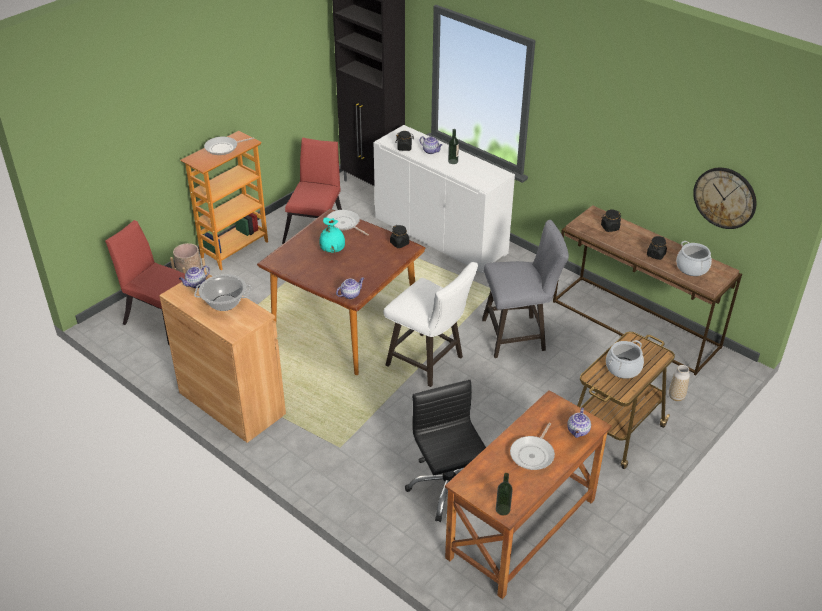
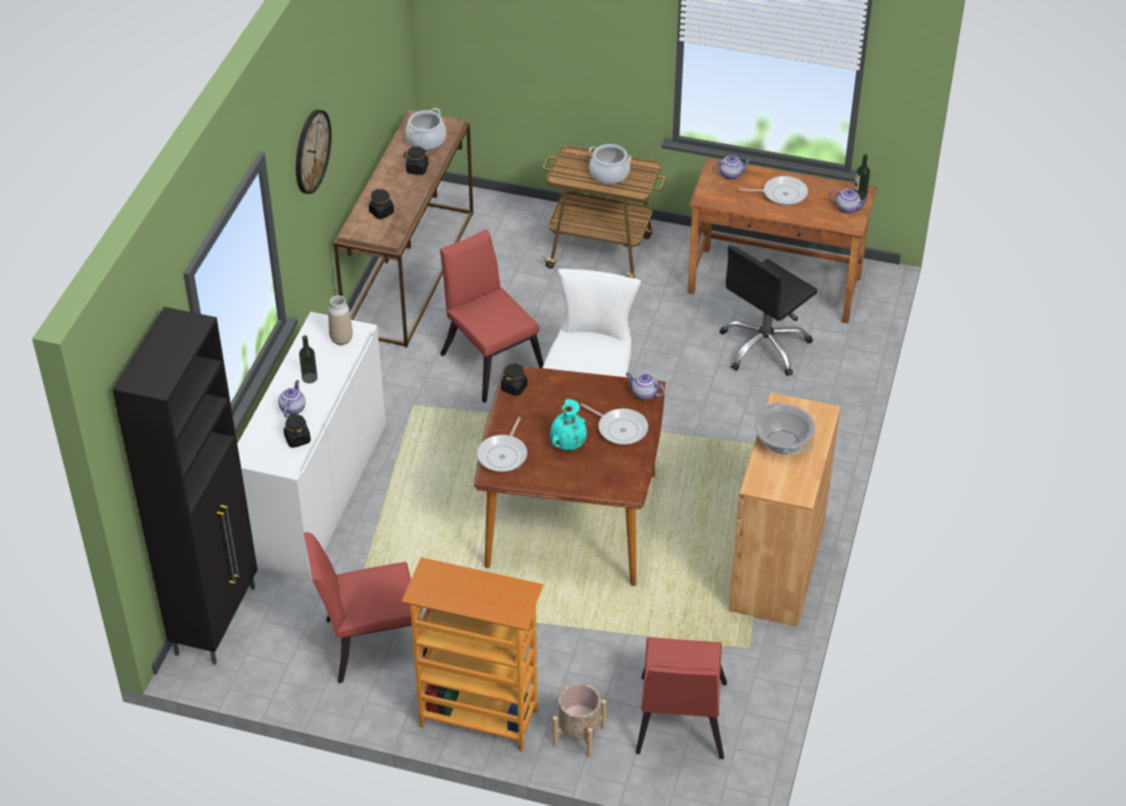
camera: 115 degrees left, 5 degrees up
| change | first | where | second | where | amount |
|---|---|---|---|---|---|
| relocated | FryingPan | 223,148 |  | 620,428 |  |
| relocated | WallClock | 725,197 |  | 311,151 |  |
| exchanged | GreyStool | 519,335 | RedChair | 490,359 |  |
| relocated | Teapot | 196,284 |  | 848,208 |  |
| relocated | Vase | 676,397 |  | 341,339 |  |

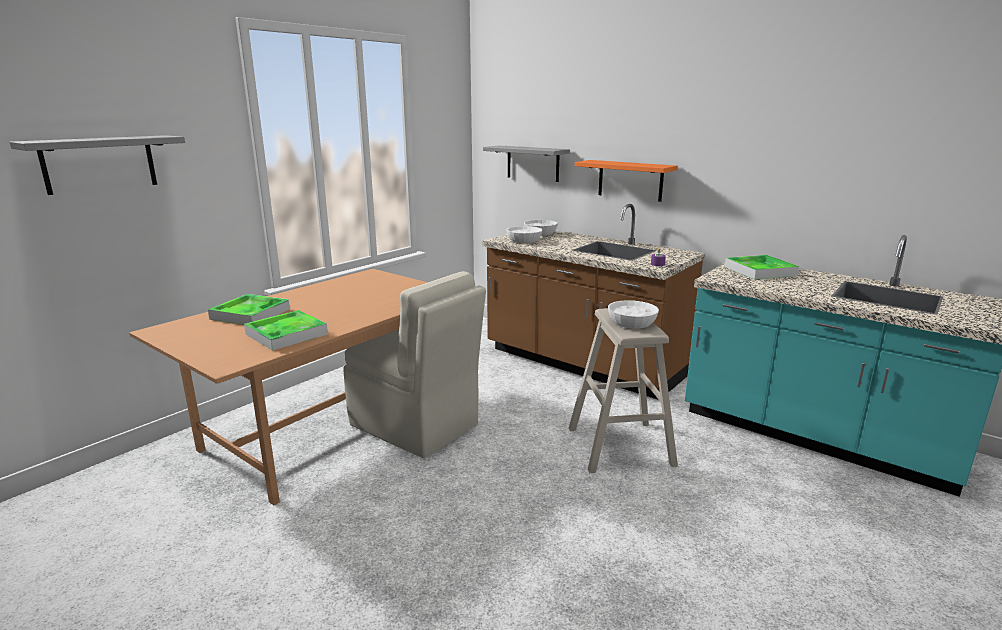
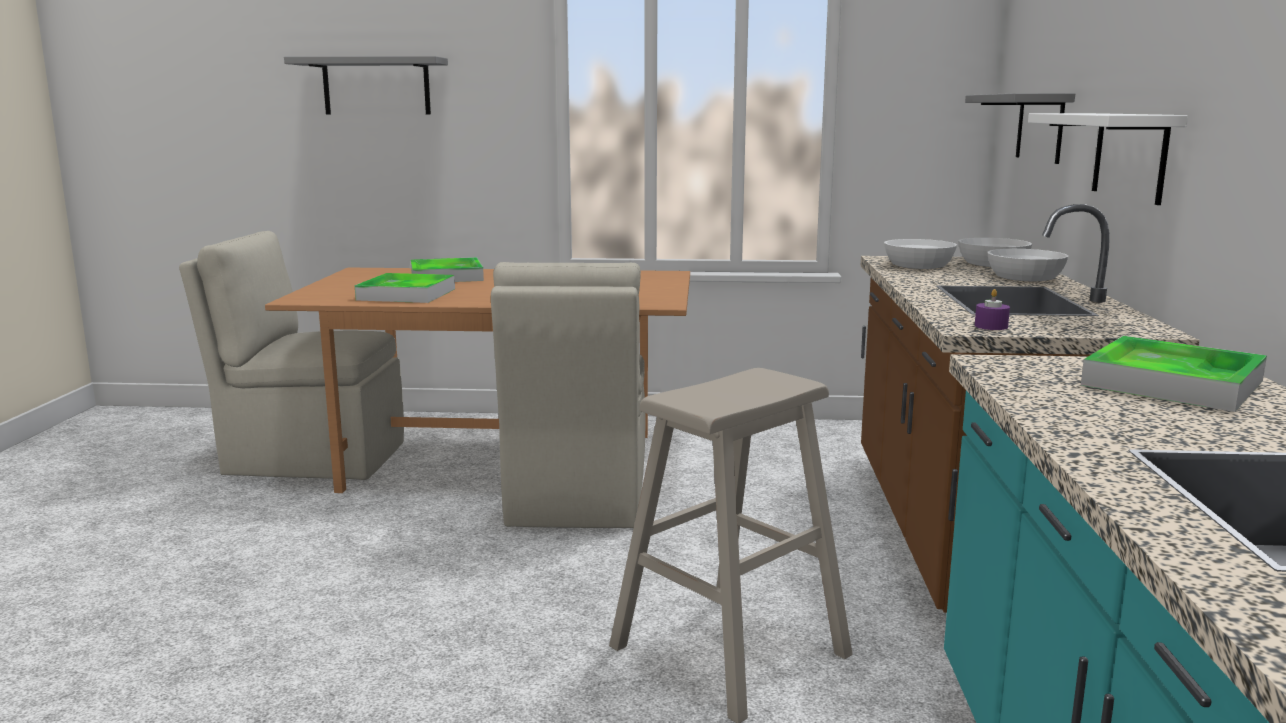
camera: 55 degrees right, 5 degrees down
| change | first | where | second | where | amount |
|---|---|---|---|---|---|
| colour | OrangeShelf | 630,180 | WhiteShelf | 1130,156 |  |
| relocated | WhiteBowl | 631,322 |  | 1025,277 |  |
| appeared |  |  | BeigeChair | 311,458 |  |

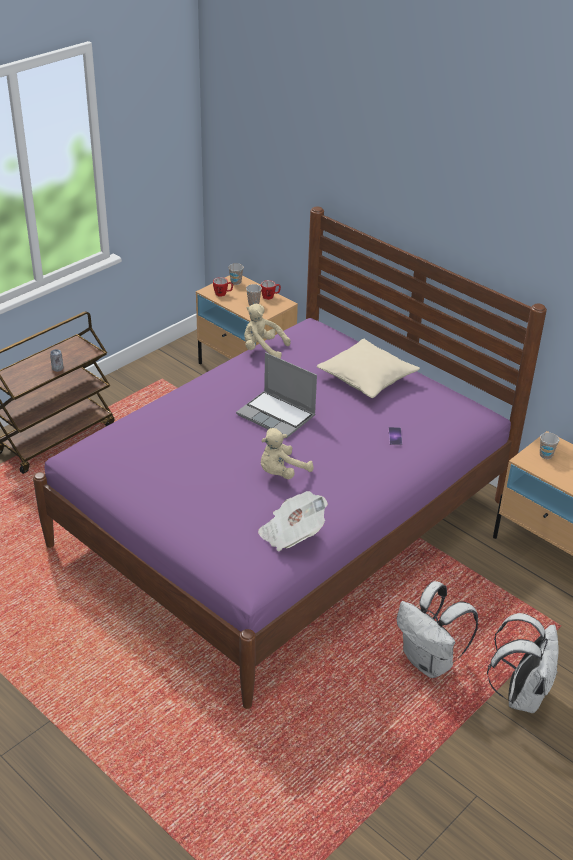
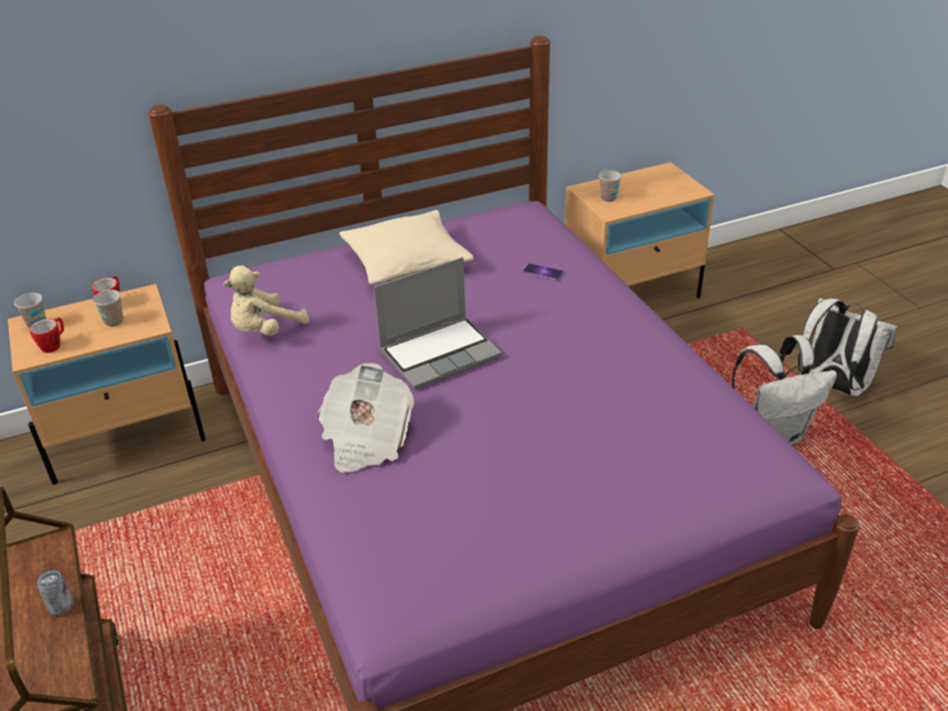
camera: 65 degrees left, 0 degrees up
| change | first | where | second | where | amount |
|---|---|---|---|---|---|
| missing | BeigePlushToy | 281,473 |  |  |  |
| relocated | Newspaper | 292,534 |  | 366,439 |  |

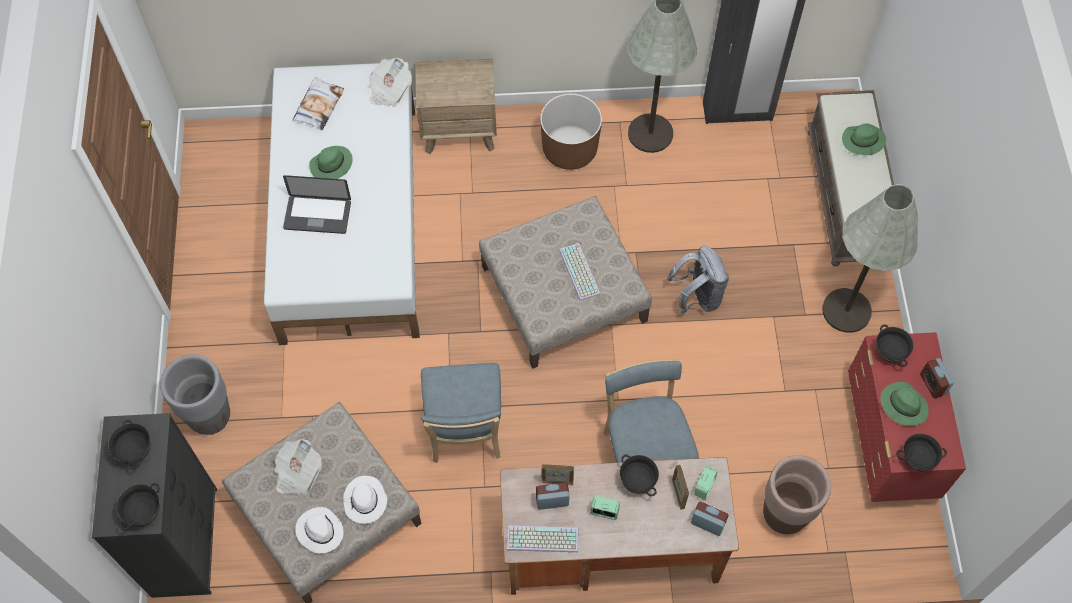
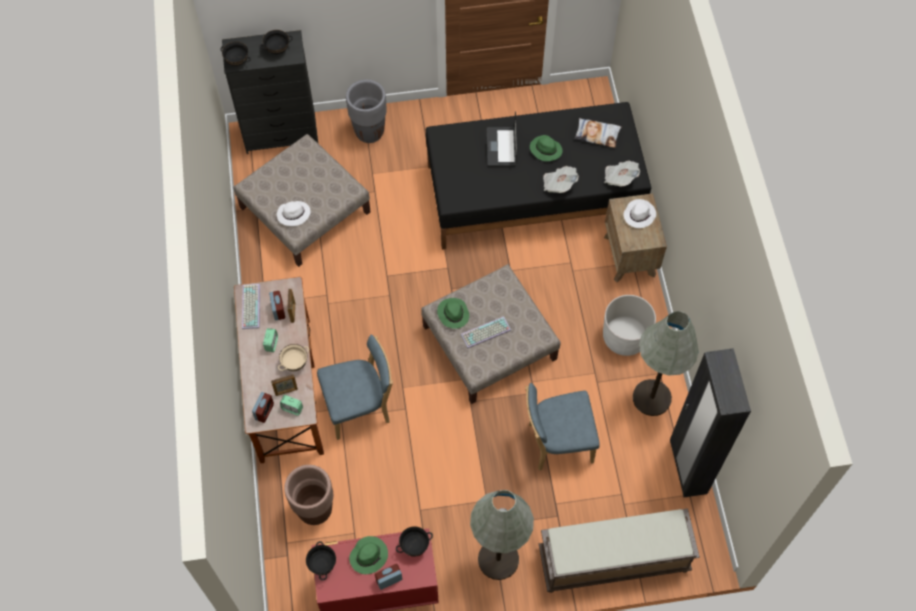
camera: 85 degrees right, 0 degrees up
| change | first | where | second | where | amount |
|---|---|---|---|---|---|
| colour | WhiteBed | 351,221 | BlackBed | 534,193 |  |
| colour | BrownPlanter | 569,149 | WhitePlanter | 625,337 |  |
| relocated | GreenHat | 862,141 |  | 453,314 |  |
| missing | GreyBackpack | 697,297 |  |  |  |
| relocated | BlueChair | 465,432 |  | 557,443 |  |
| relocated | Newspaper | 297,473 |  | 558,184 |  |
| colour | BlackBowl | 638,481 | BeigeBowl | 295,364 |  |
| relocated | WhiteHat | 319,531 |  | 639,214 |  |

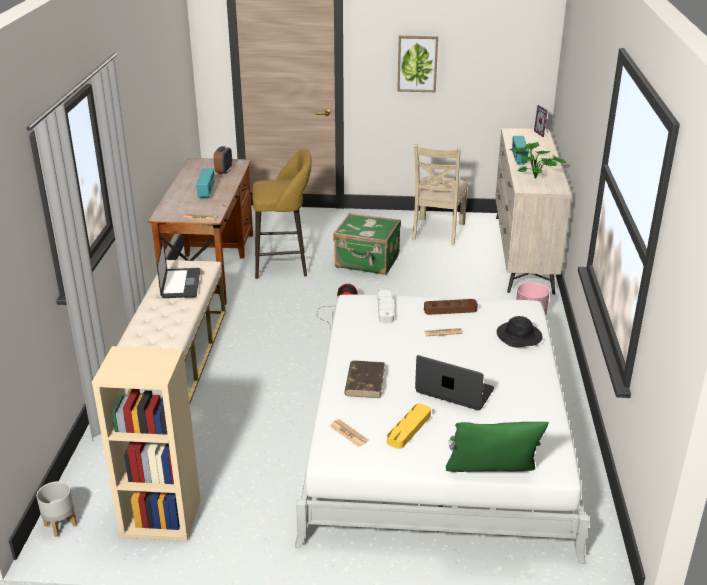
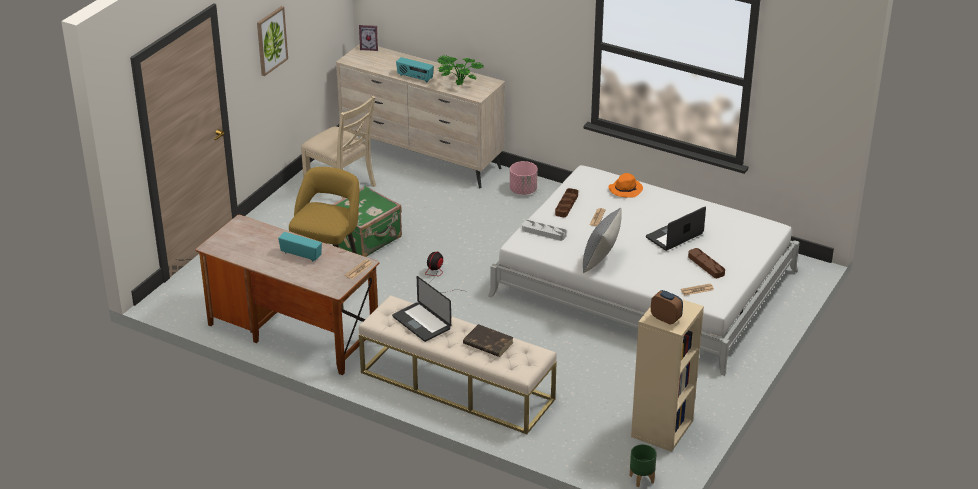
camera: 65 degrees left, 5 degrees up
| change | first | where | second | where | amount |
|---|---|---|---|---|---|
| relocated | AlarmClock | 224,171 |  | 666,319 |  |
| spun | Laptop | 181,284 |  | 421,323 | 150 degrees counterclockwise |
| colour | BlackHat | 519,337 | OrangeHat | 625,189 |  |
| relocated | BrownBook | 365,381 |  | 487,343 |  |
| colour | YellowTray | 409,428 | BrownTray | 706,265 |  |
| missing | GreenPillow | 491,480 |  |  |  |
| colour | GreyPlanter | 60,525 | GreenPlanter | 642,479 |  |
| appeared |  |  | GreyPillow | 601,261 |  |

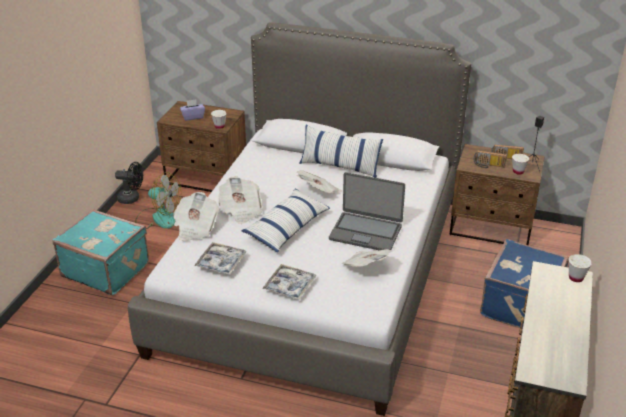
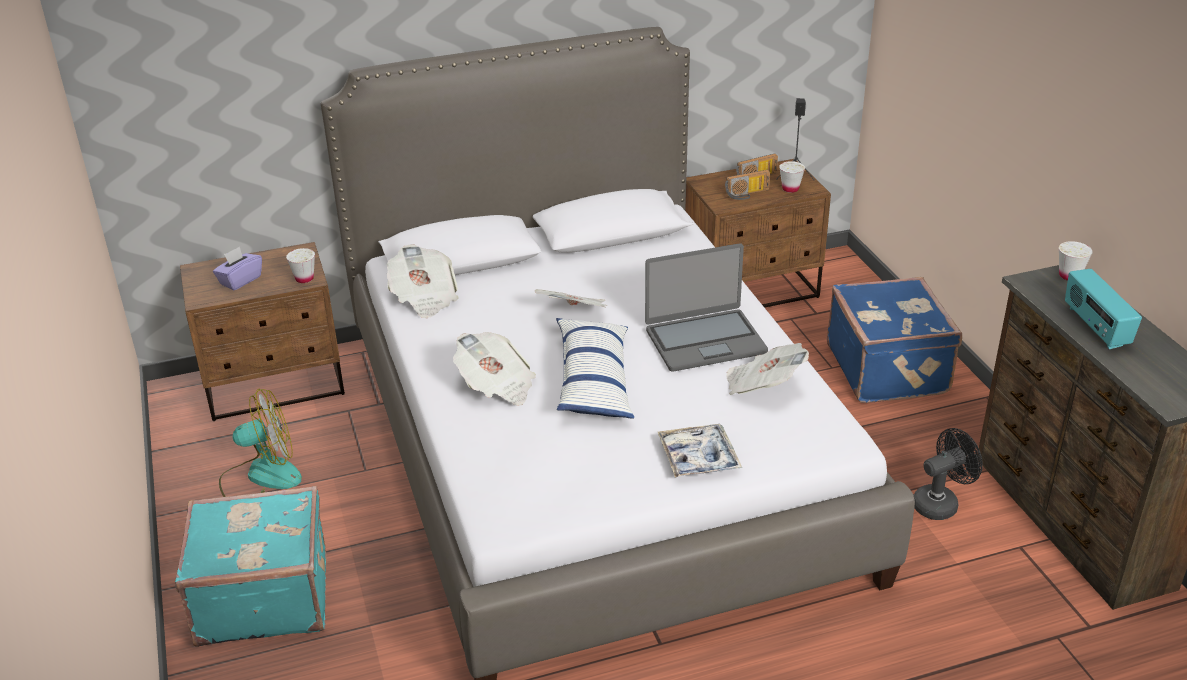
camera: 35 degrees left, 0 degrees up
| change | first | where | second | where | amount |
|---|---|---|---|---|---|
| missing | Pillow | 340,166 |  |  |  |
| relocated | BlackFan | 132,198 |  | 940,503 |  |
| relocated | Newspaper | 195,228 |  | 424,298 |  |
| missing | Tray | 221,263 |  |  |  |
| appeared |  |  | Radio | 1095,327 |  |

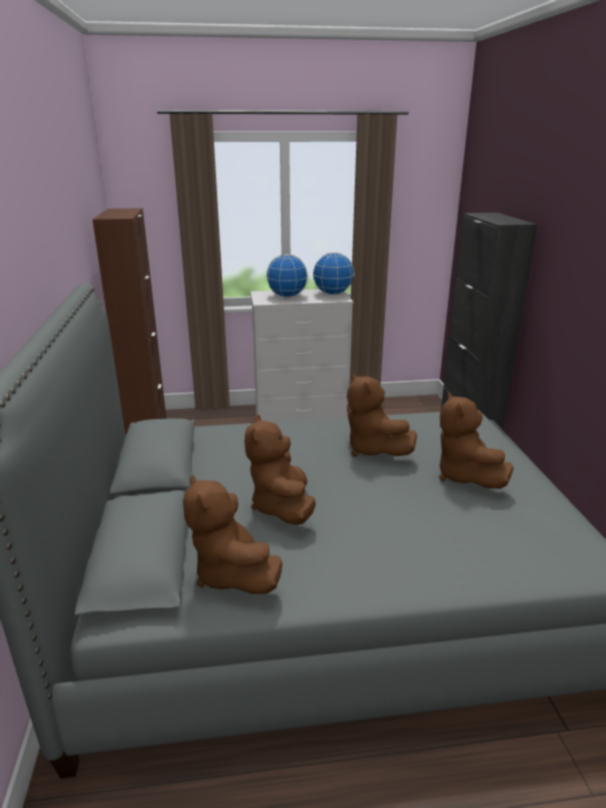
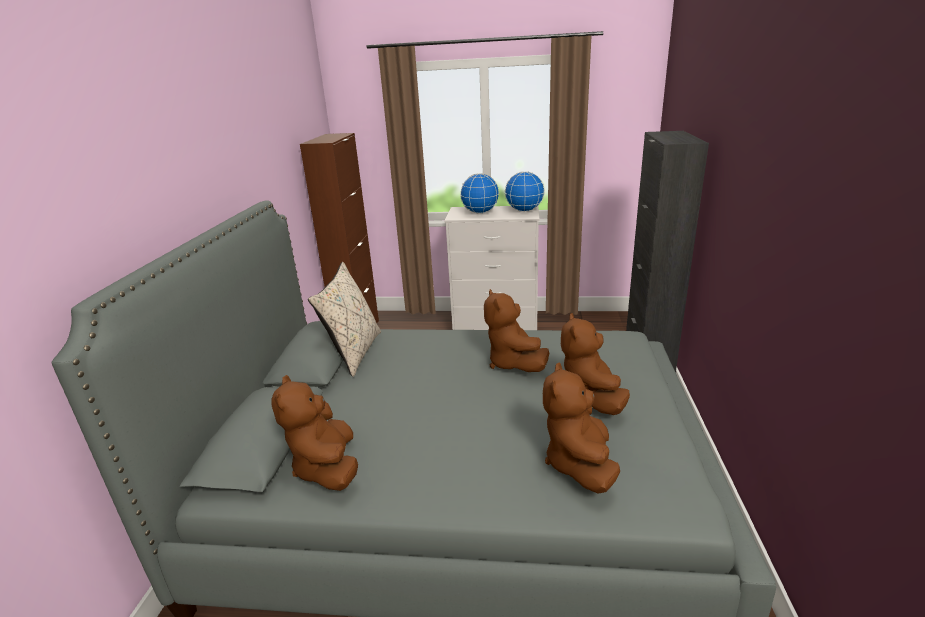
camera: 15 degrees right, 0 degrees up
| change | first | where | second | where | amount |
|---|---|---|---|---|---|
| relocated | BrownPlushToy | 282,507 |  | 579,464 |  |
| appeared |  |  | BeigePillow | 353,353 |  |

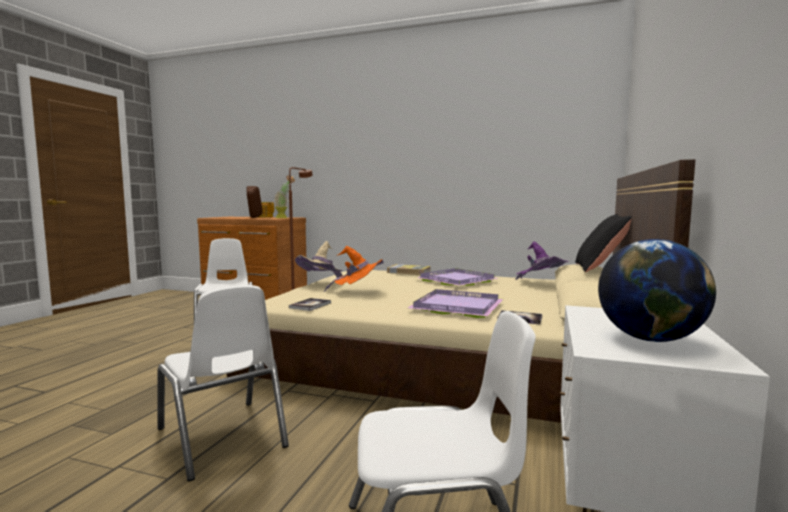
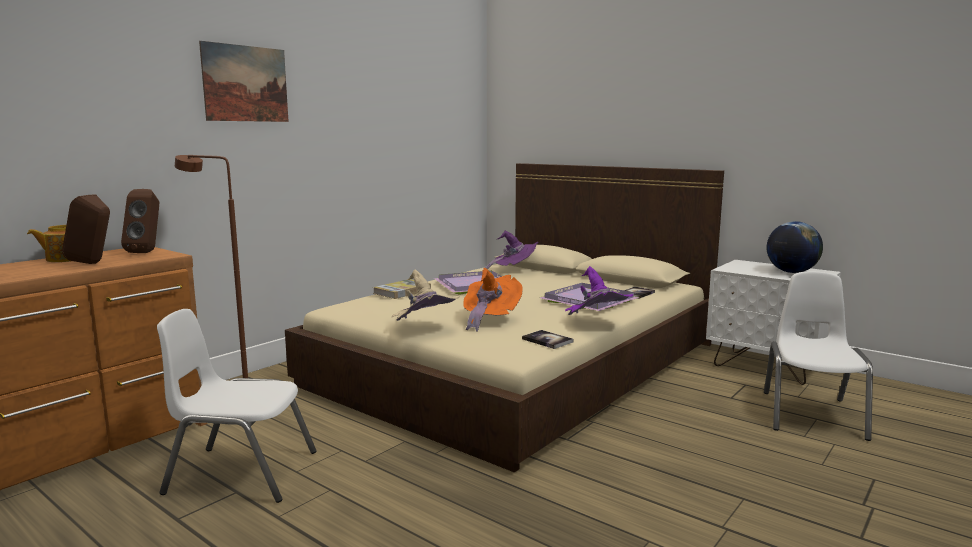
camera: 70 degrees left, 5 degrees up
| change | first | where | second | where | amount |
|---|---|---|---|---|---|
| exchanged | PottedPlant | 284,218 | BrownSpeaker | 147,252 |  |
| missing | BlackPillow | 600,268 |  |  |  |
| missing | WhiteChair | 222,438 |  |  |  |
| appeared |  |  | Picture | 246,83 |  |
| appeared |  |  | PurpleHat | 596,324 |  |

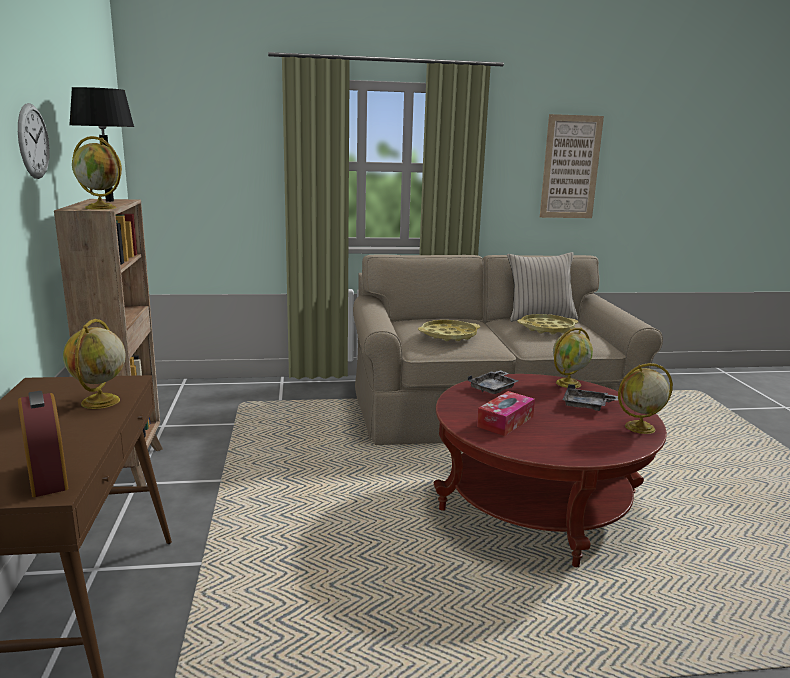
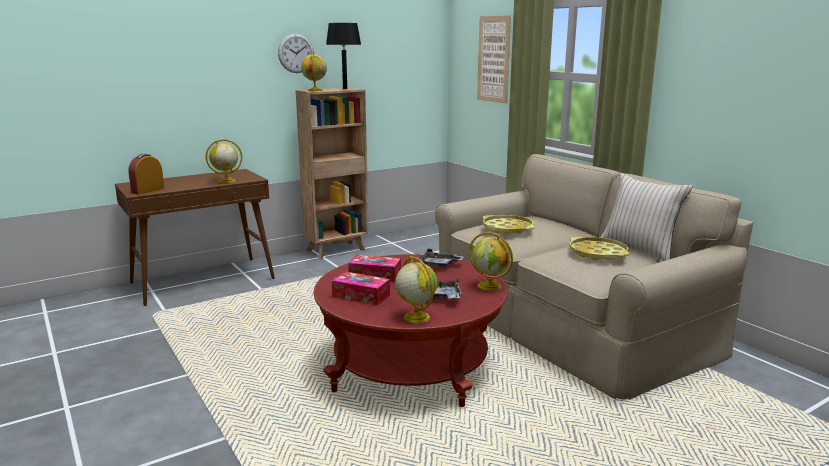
camera: 65 degrees right, 0 degrees up
| change | first | where | second | where | amount |
|---|---|---|---|---|---|
| relocated | Picture | 570,167 |  | 493,59 |  |
| appeared |  |  | TissueBox | 361,296 |  |

